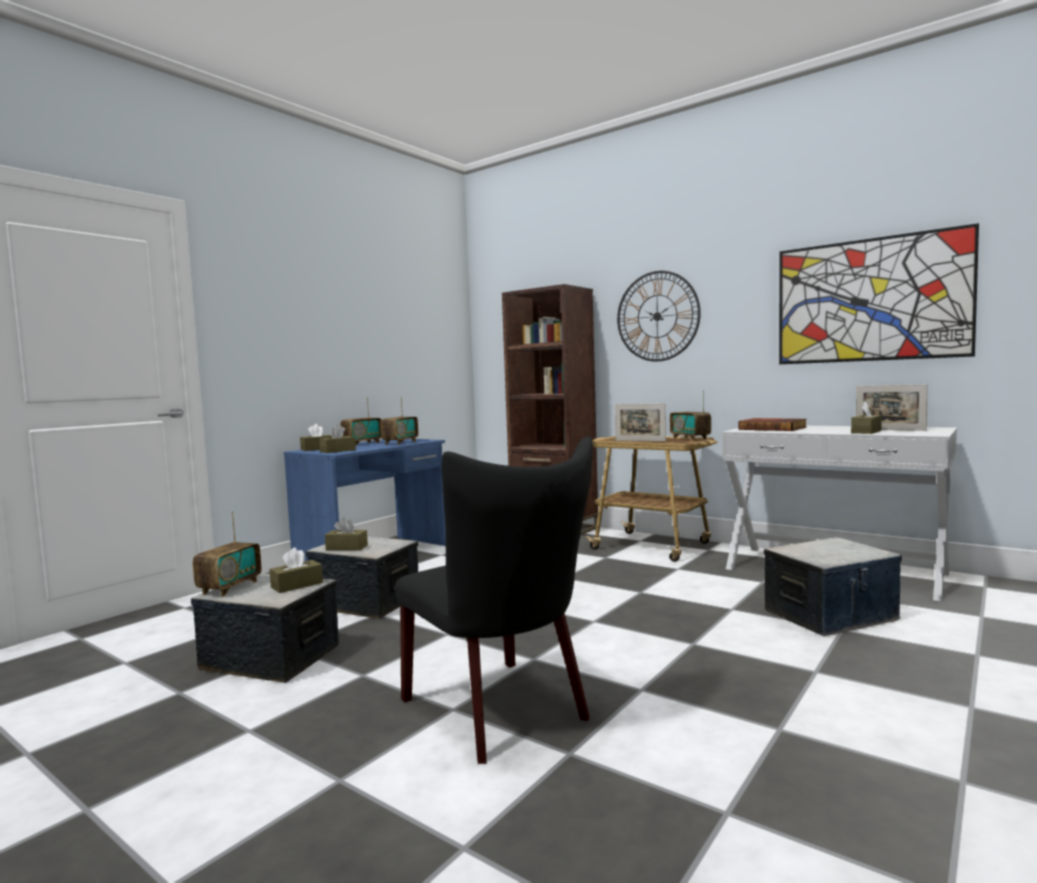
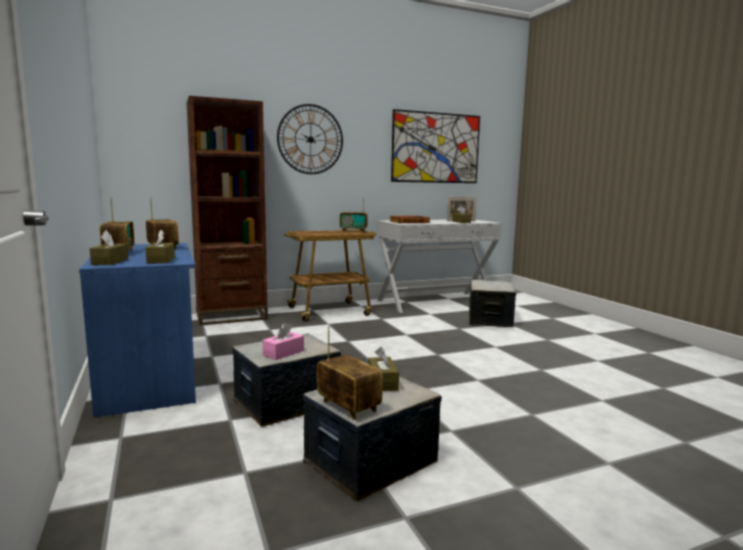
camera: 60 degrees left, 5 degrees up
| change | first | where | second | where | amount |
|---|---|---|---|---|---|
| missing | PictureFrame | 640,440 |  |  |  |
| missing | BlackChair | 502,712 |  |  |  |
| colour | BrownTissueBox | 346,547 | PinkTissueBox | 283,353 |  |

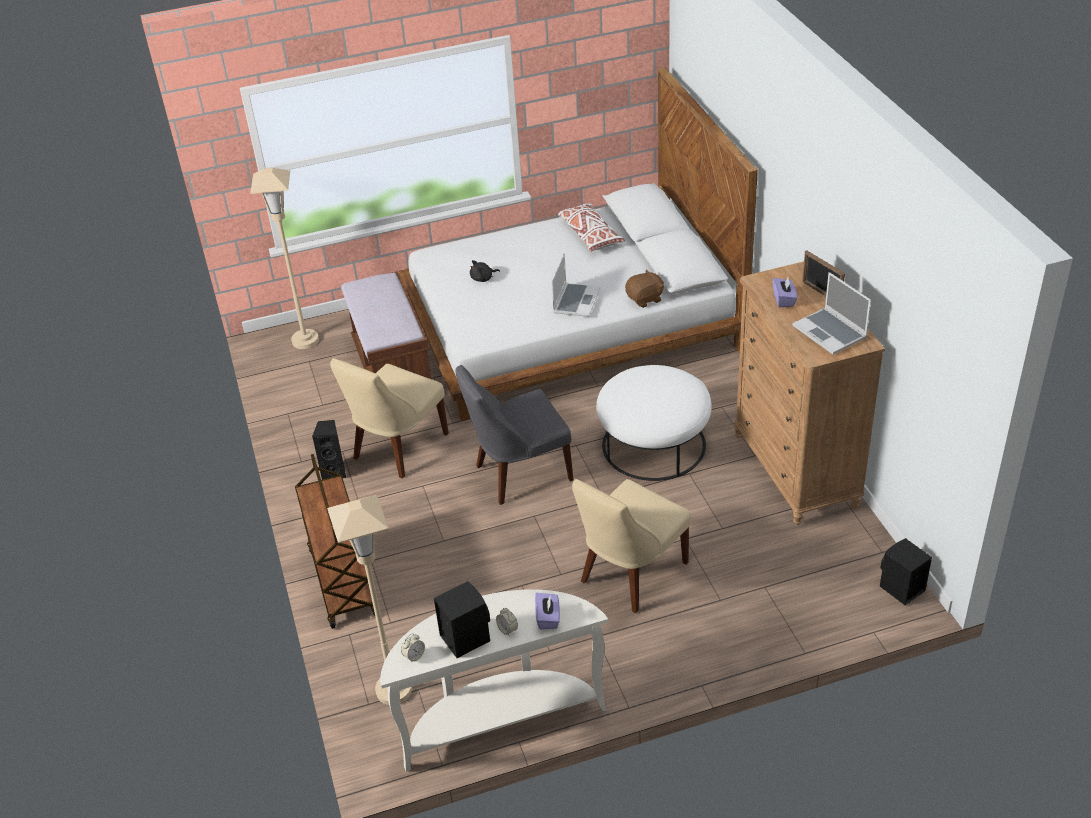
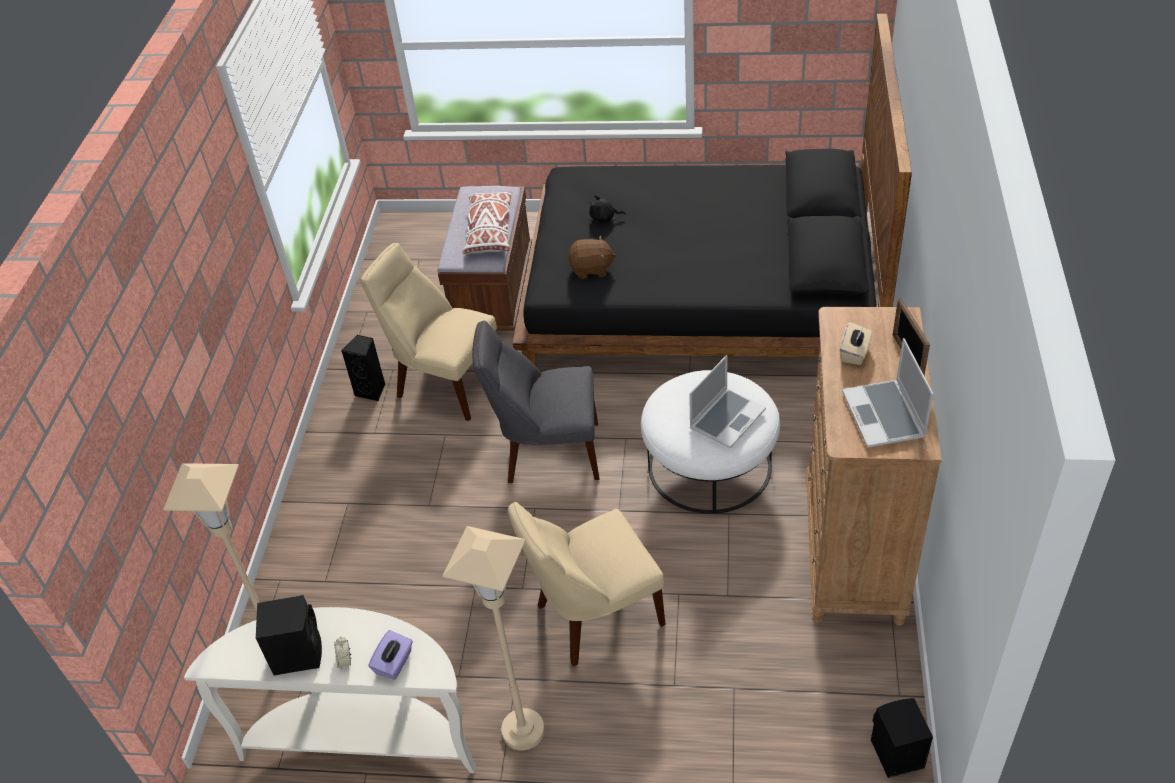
camera: 25 degrees right, 5 degrees up
| change | first | where | second | where | amount |
|---|---|---|---|---|---|
| colour | WhiteBed | 570,325 | BlackBed | 700,292 |  |
| relocated | BeigeFloorLamp | 305,340 |  | 523,730 |  |
| relocated | WhitePillow | 590,235 |  | 489,231 |  |
| relocated | Laptop | 576,301 |  | 727,418 |  |
| relocated | BrownPlushToy | 645,299 |  | 591,269 |  |
| colour | PurpleTissueBox | 784,300 | BeigeTissueBox | 854,353 |  |
| spun | BeigeChair | 397,448 |  | 445,383 | 60 degrees clockwise |
| missing | BrownCart | 342,581 |  |  |  |
| missing | AlarmClock | 414,656 |  |  |  |

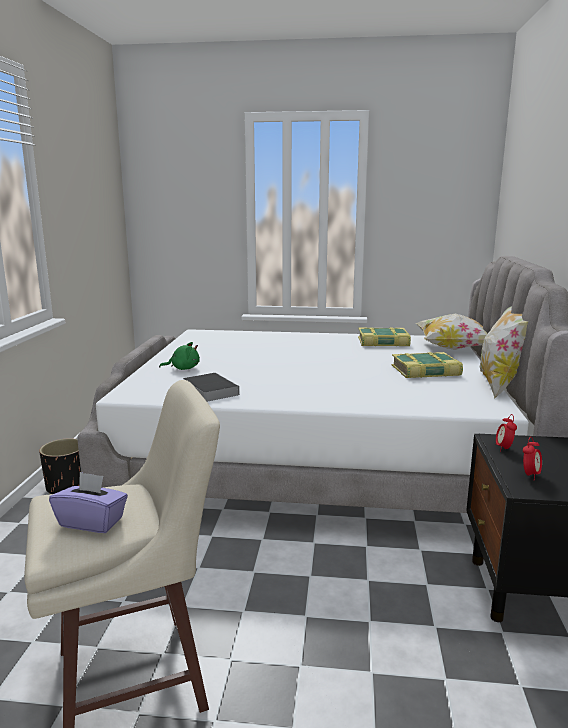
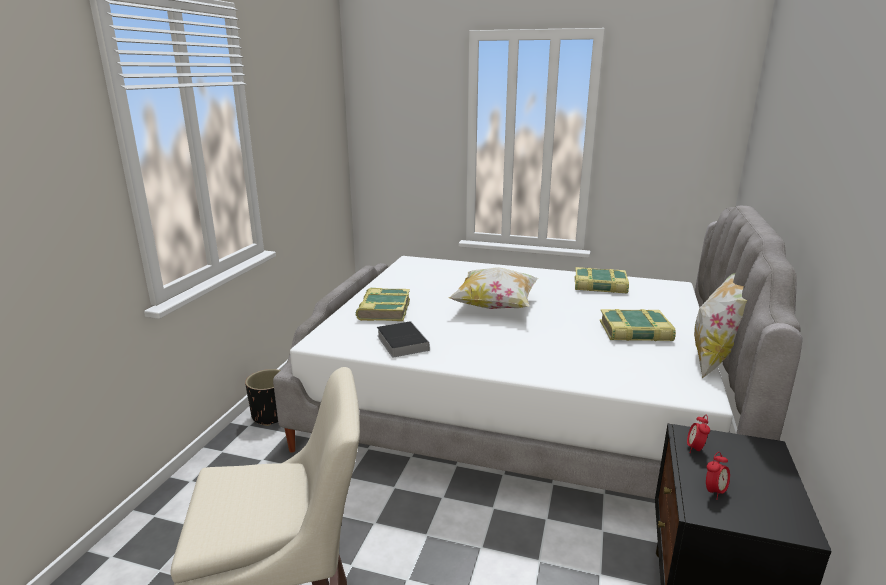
camera: 10 degrees right, 5 degrees up
| change | first | where | second | where | amount |
|---|---|---|---|---|---|
| relocated | Pillow | 452,349 |  | 495,306 |  |
| exchanged | GreenPlushToy | 183,368 | Book | 383,310 |  |
| missing | PurpleTissueBox | 92,522 |  |  |  |

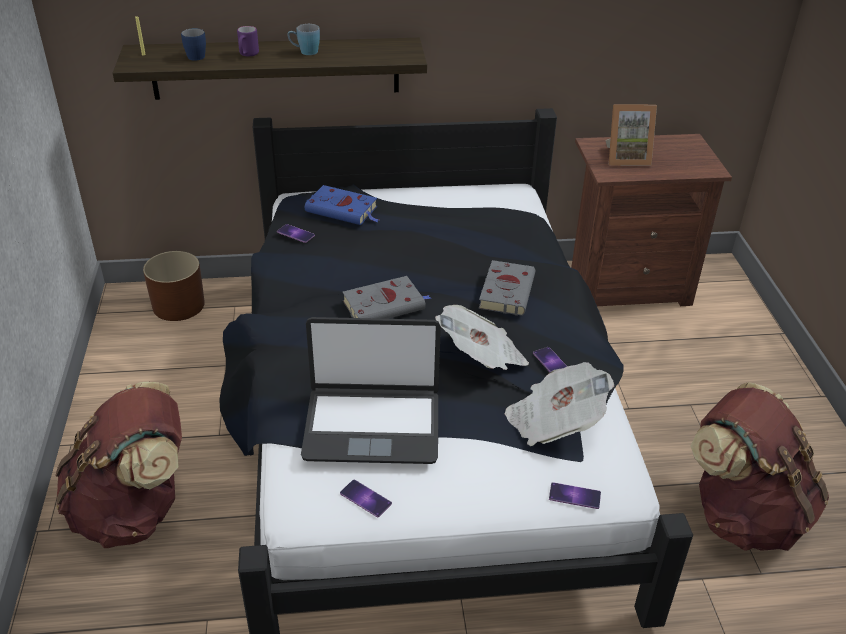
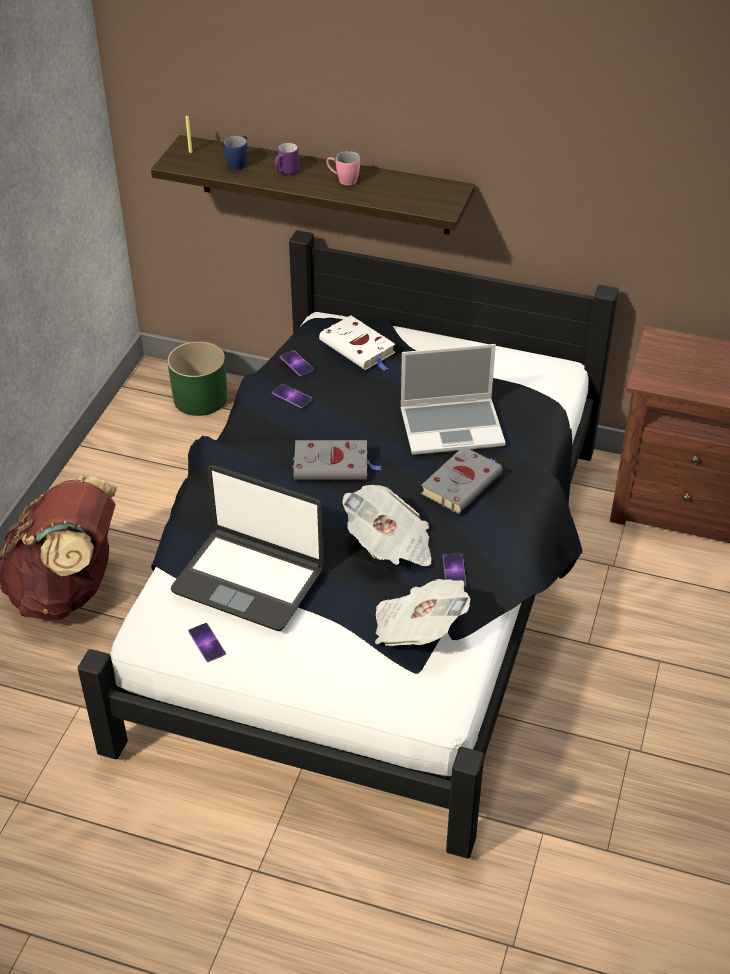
camera: 25 degrees right, 5 degrees up
| change | first | where | second | where | amount |
|---|---|---|---|---|---|
| colour | BlueMug | 304,52 | PinkMug | 343,180 |  |
| missing | PictureFrame | 626,158 |  |  |  |
| colour | BlueBook | 343,210 | WhiteBook | 359,348 |  |
| colour | BrownPlanter | 179,305 | GreenPlanter | 200,398 |  |
| missing | BrownBackpack | 742,514 |  |  |  |
| relocated | Phone | 574,496 |  | 291,396 |  |
| appeared |  |  | Laptop | 453,427 |  |

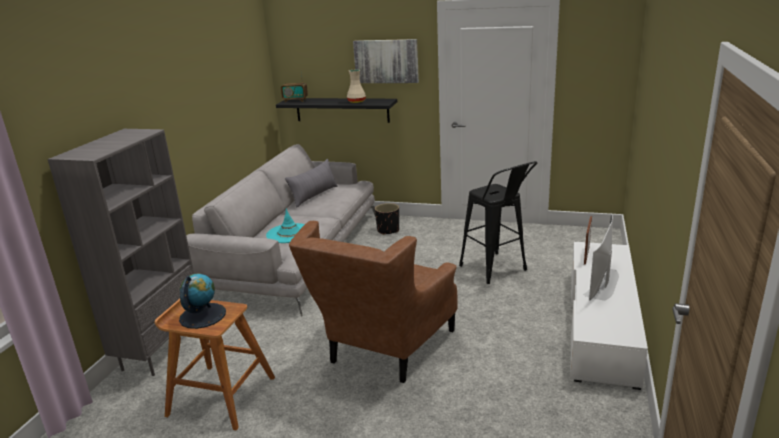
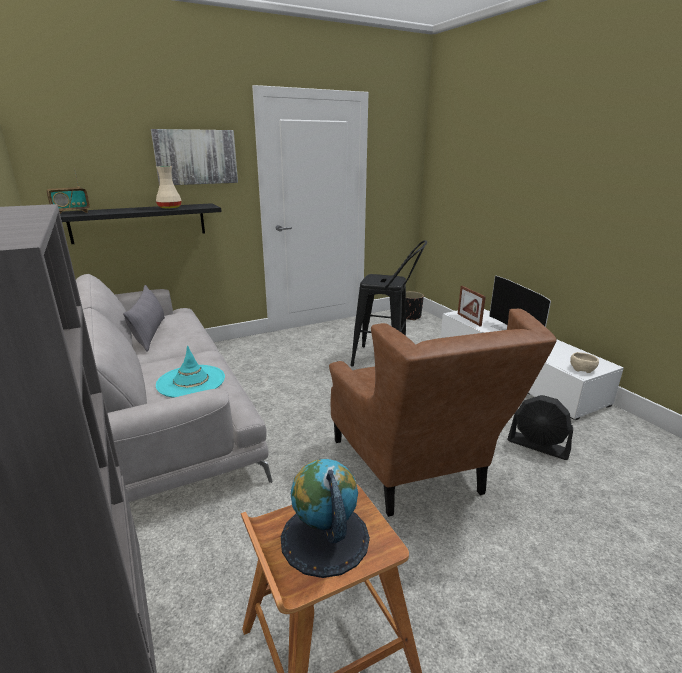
camera: 45 degrees left, 0 degrees up
| change | first | where | second | where | amount |
|---|---|---|---|---|---|
| relocated | BlackPlanter | 388,230 |  | 410,317 |  |
| appeared |  |  | BeigeBowl | 582,368 |  |
| appeared |  |  | BlackFan | 538,446 |  |

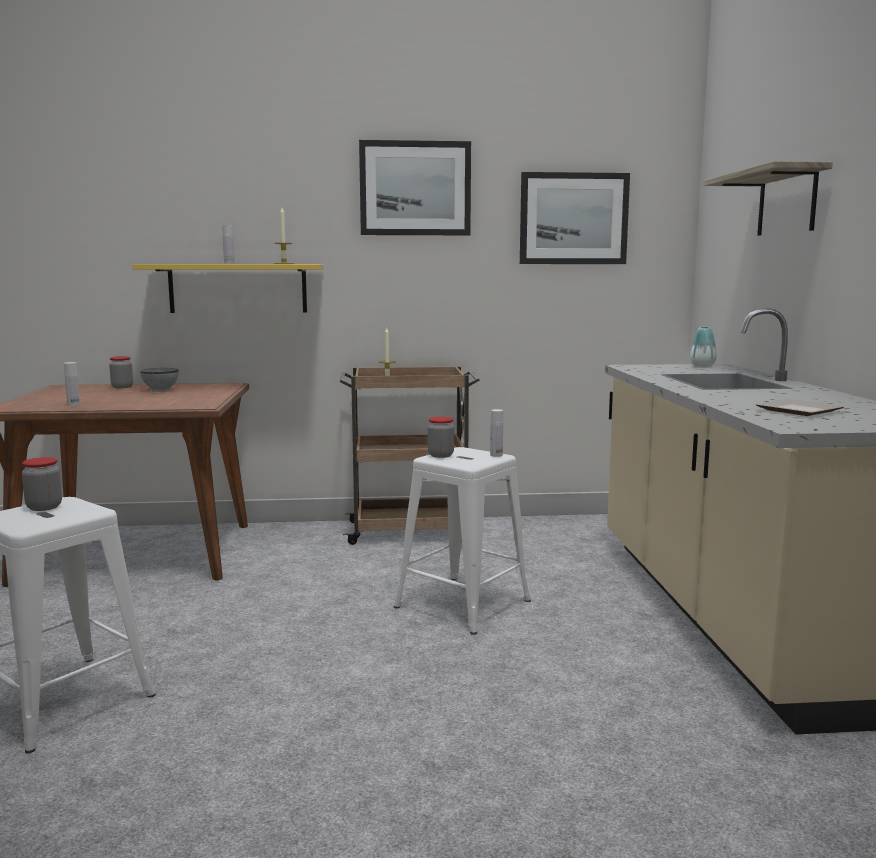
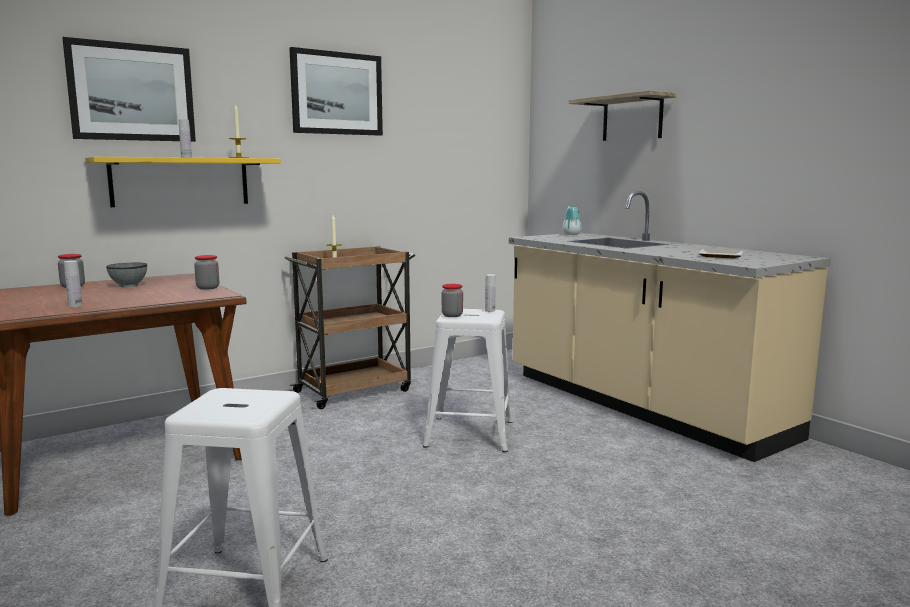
camera: 30 degrees left, 0 degrees up
| change | first | where | second | where | amount |
|---|---|---|---|---|---|
| relocated | Picture | 573,219 |  | 132,92 |  |
| relocated | Jar | 44,507 |  | 208,288 |  |

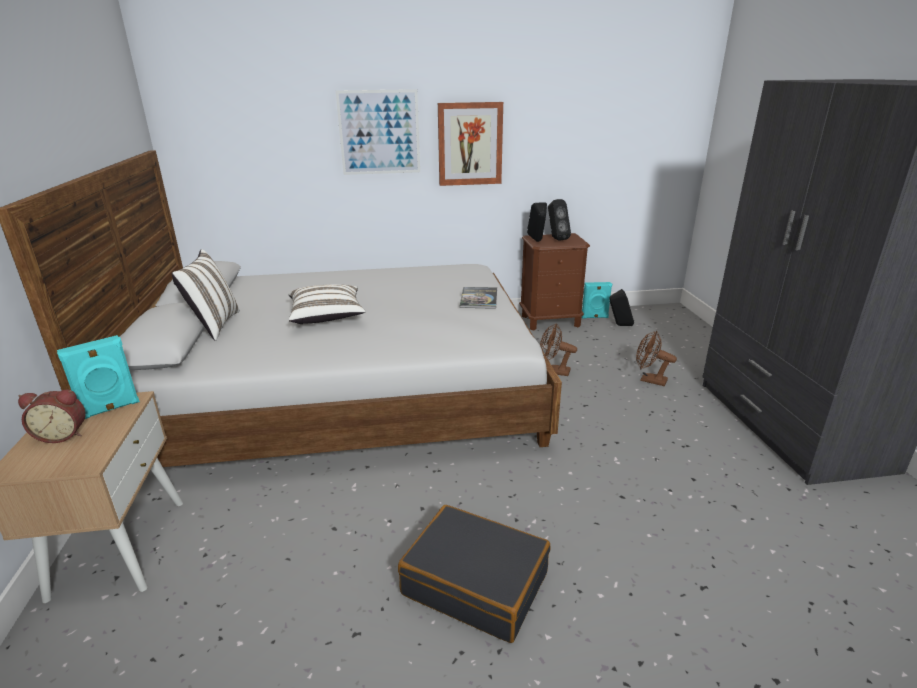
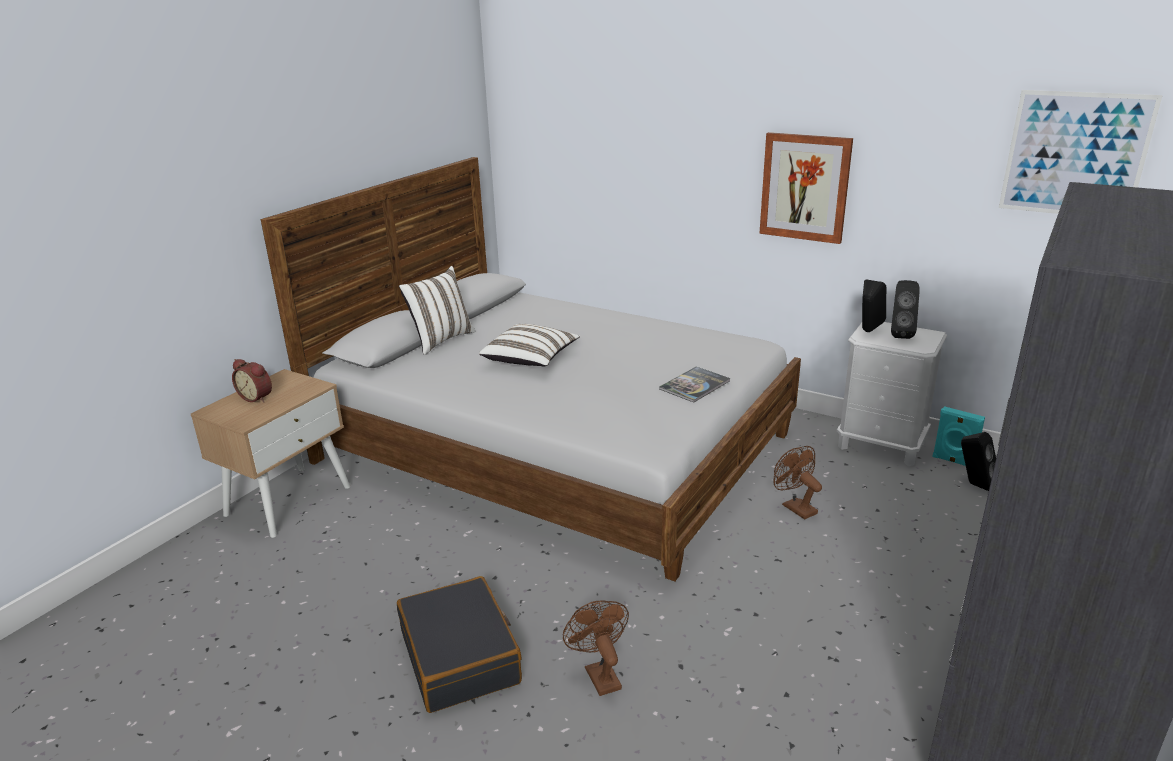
camera: 40 degrees right, 0 degrees up
| change | first | where | second | where | amount |
|---|---|---|---|---|---|
| relocated | Picture | 379,132 |  | 1075,154 |  |
| colour | BrownNightstand | 550,321 | WhiteNightstand | 881,445 |  |
| relocated | BrownFan | 649,380 |  | 599,674 |  |
| missing | TurquoiseSpeaker | 110,409 |  |  |  |

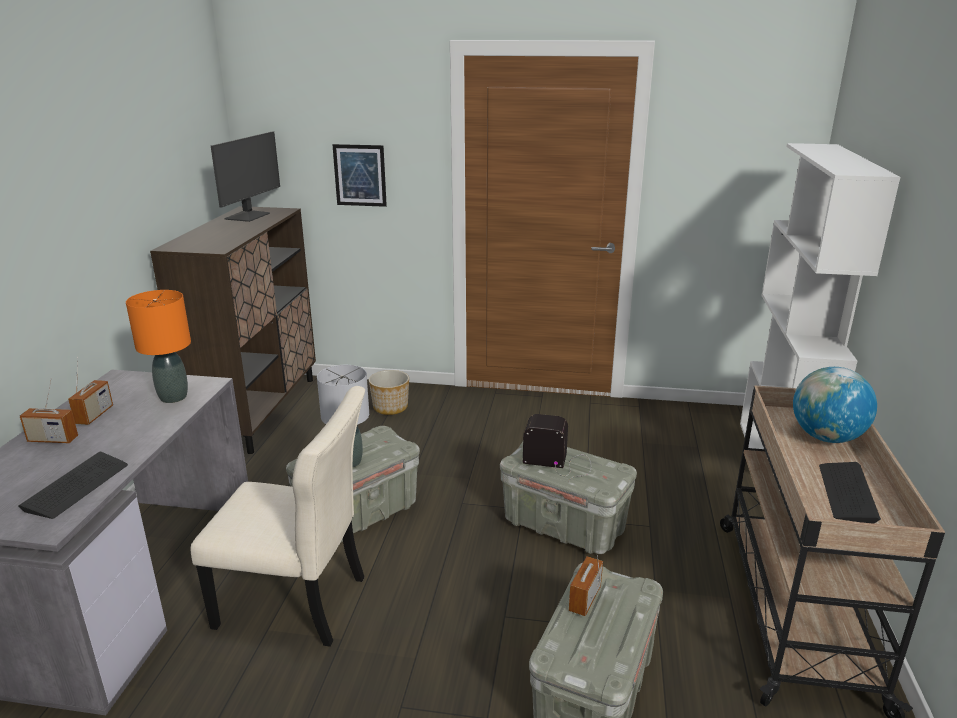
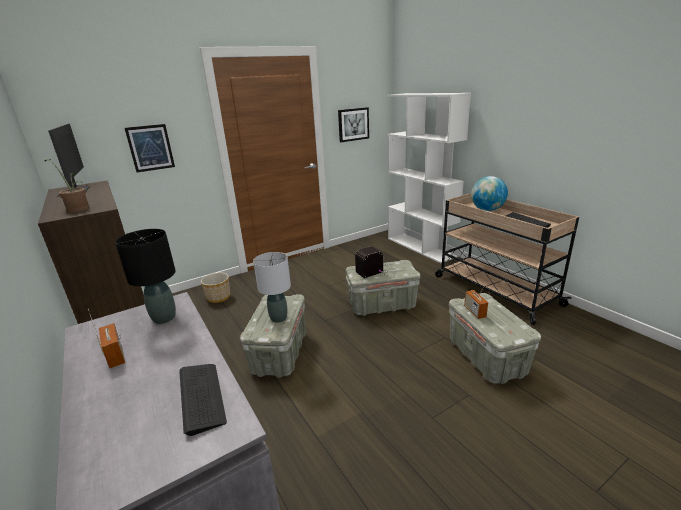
camera: 40 degrees left, 0 degrees up
| change | first | where | second | where | amount |
|---|---|---|---|---|---|
| colour | OrangeTableLamp | 174,397 | BlackTableLamp | 164,318 |  |
| missing | Radio | 53,439 |  |  |  |
| missing | BeigeChair | 297,603 |  |  |  |
| appeared |  |  | Picture | 353,124 |  |
| appeared |  |  | PottedPlant | 77,208 |  |

